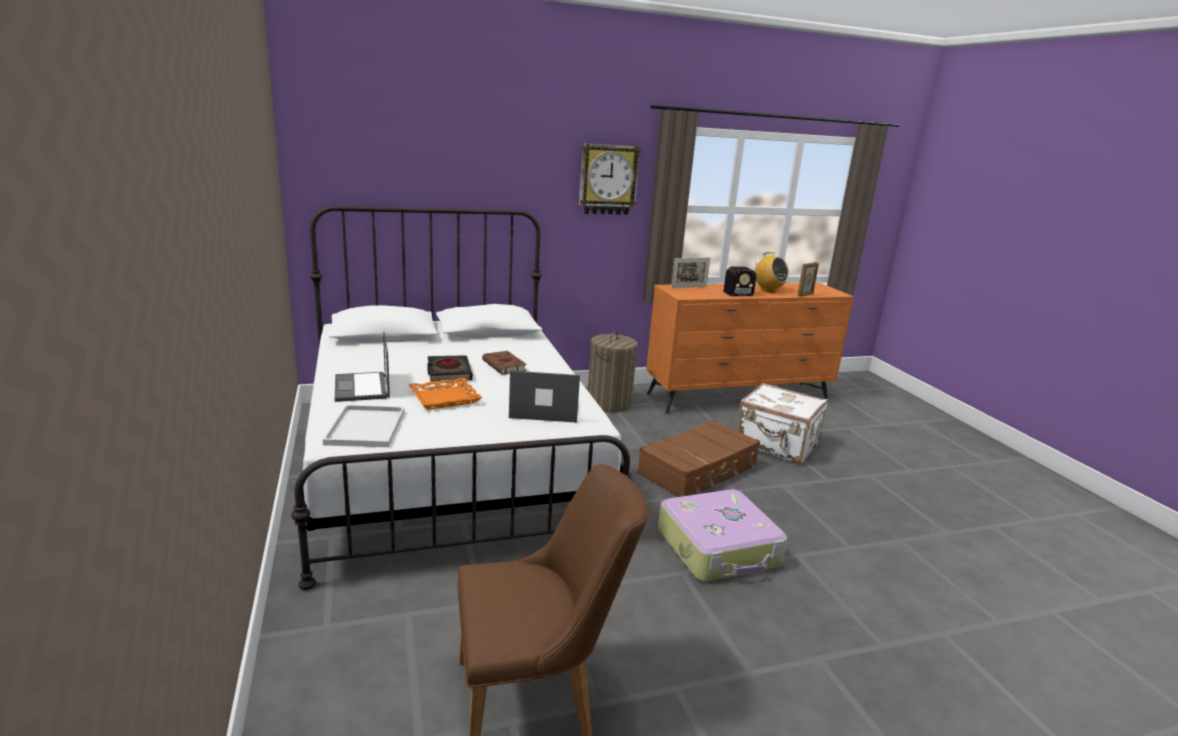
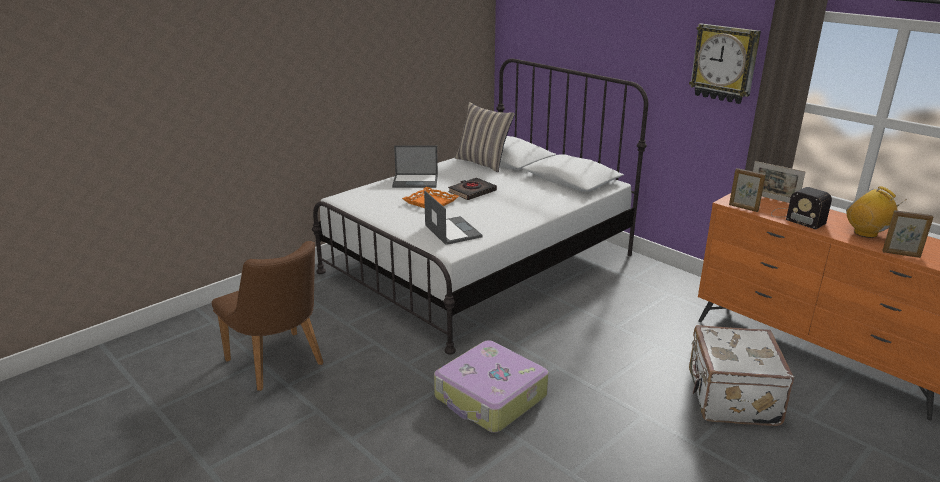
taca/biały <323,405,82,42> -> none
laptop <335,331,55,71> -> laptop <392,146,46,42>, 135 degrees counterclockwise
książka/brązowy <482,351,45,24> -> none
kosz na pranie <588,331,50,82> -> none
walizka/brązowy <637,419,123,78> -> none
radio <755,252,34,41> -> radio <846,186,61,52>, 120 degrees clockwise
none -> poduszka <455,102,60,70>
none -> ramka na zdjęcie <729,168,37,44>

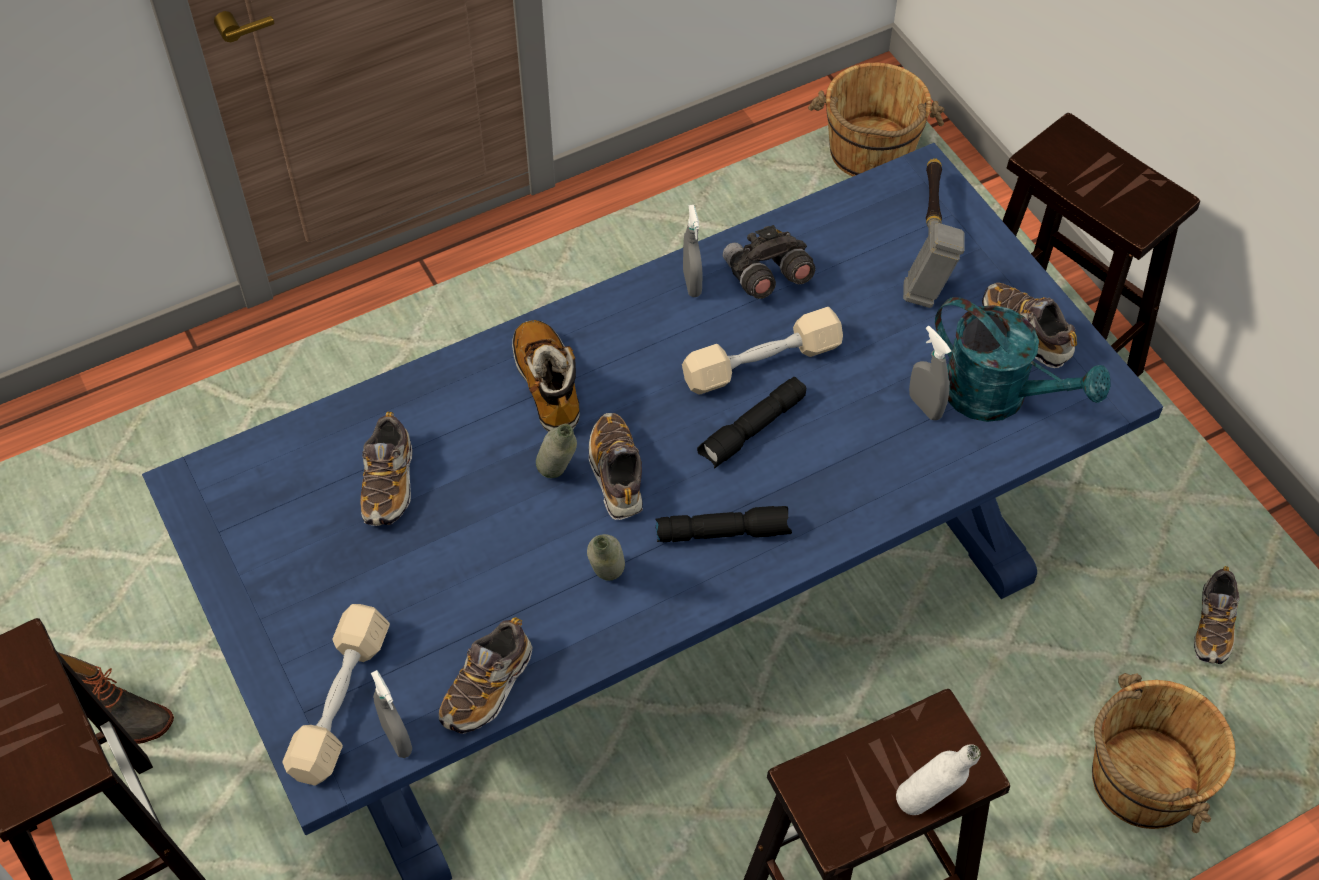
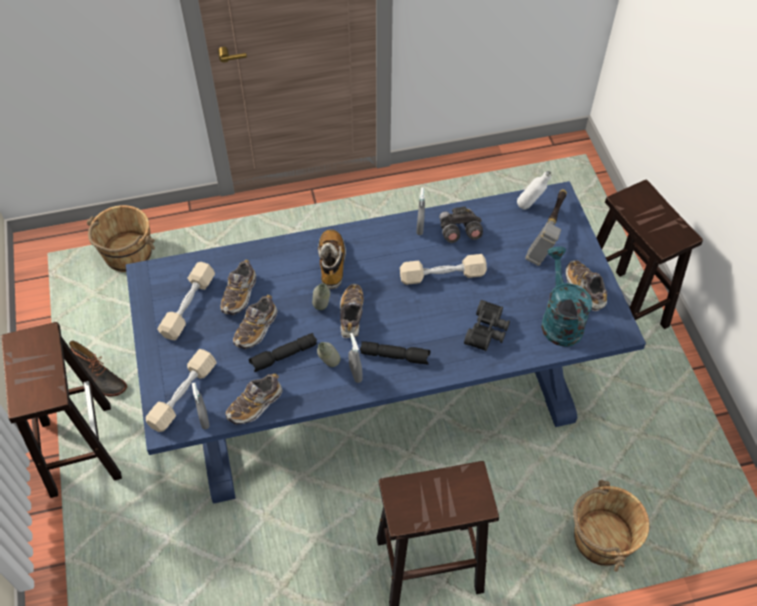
latarka/czarny <697,377,109,92> -> latarka/czarny <249,333,68,39>, relocated
wiadro/brązowy <808,63,136,114> -> wiadro/brązowy <87,205,68,67>, relocated
butelka/biały <896,744,85,71> -> butelka/biały <517,171,35,38>, relocated
spryskiwacz/szary <909,326,42,94> -> spryskiwacz/szary <348,333,14,50>, relocated
konewka/turkusowy <935,297,176,125> -> konewka/turkusowy <541,246,51,101>, 150 degrees counterclockwise
but <1194,566,46,98> -> but <233,295,45,54>, relocated
none -> hantel/beżowy <157,262,58,78>
none -> lornetka/czarny <464,300,46,51>

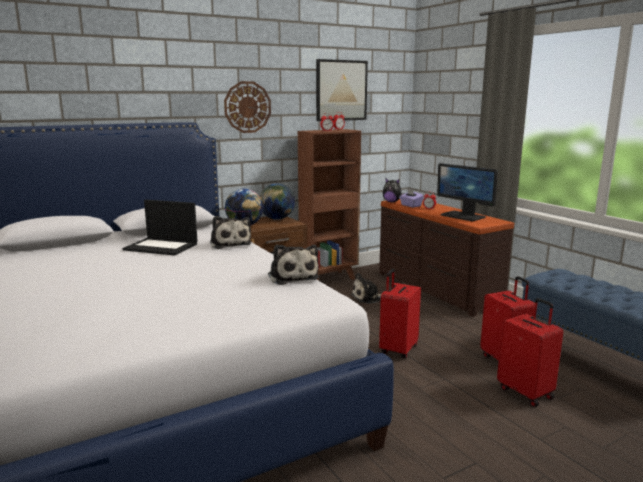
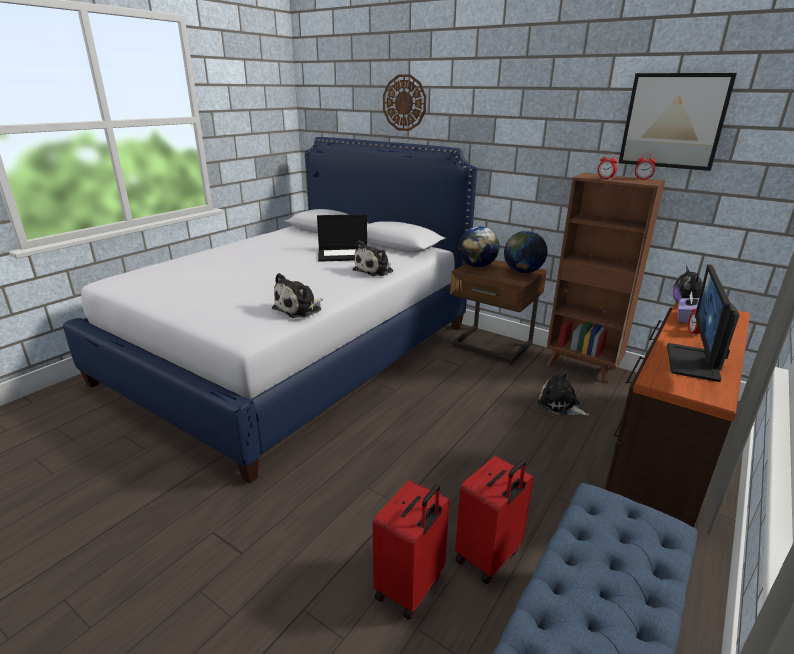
laptop <122,200,76,56> -> laptop <317,214,50,48>, 90 degrees counterclockwise
zegar ścienny <224,81,47,52> -> zegar ścienny <383,74,43,57>, relocated
walizka/czerwony <379,269,42,89> -> none

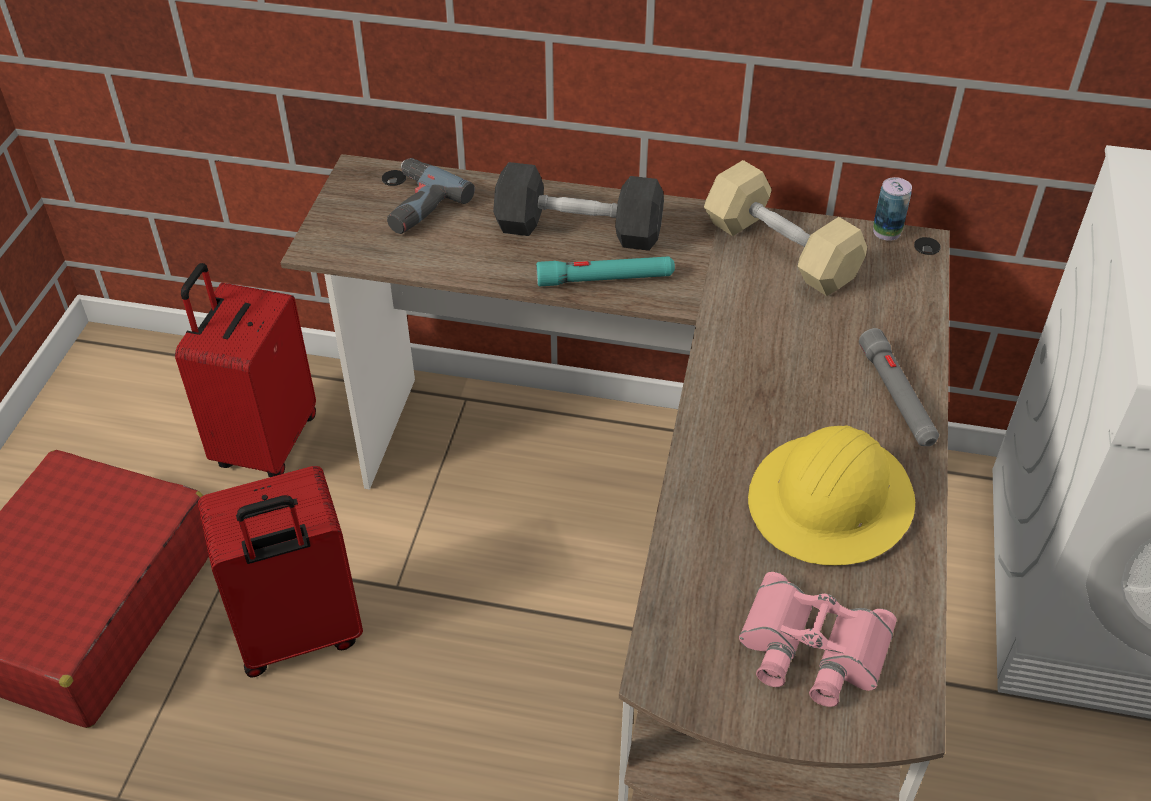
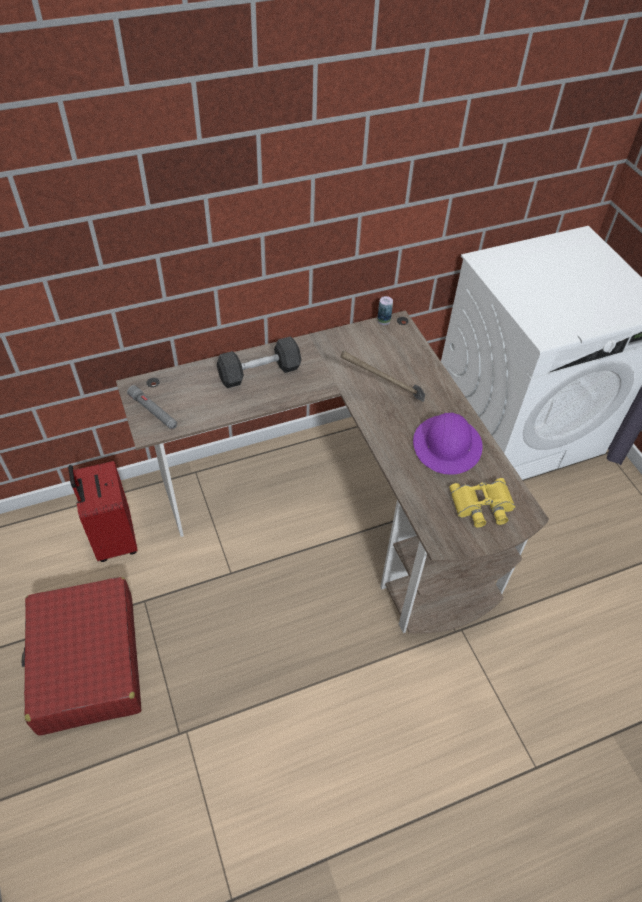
walizka/czerwony <198,466,165,211> -> none
wiertarka <387,158,88,76> -> none
latarka/turkusowy <536,256,139,30> -> none
hantel/beżowy <704,160,163,136> -> none
lornetka/różowy <739,572,158,135> -> lornetka/żółty <449,478,66,49>
kask/żółty <748,426,167,140> -> kask/fioletowy <413,413,69,61>
latarka/szary <859,328,80,118> -> latarka/szary <127,385,50,44>, relocated
none -> młotek <340,351,85,51>

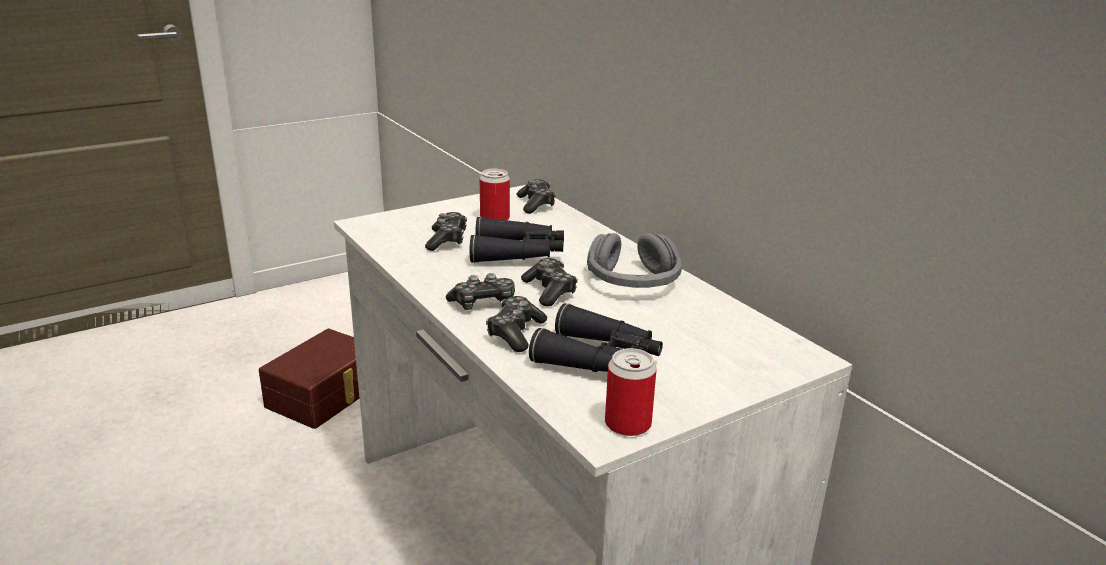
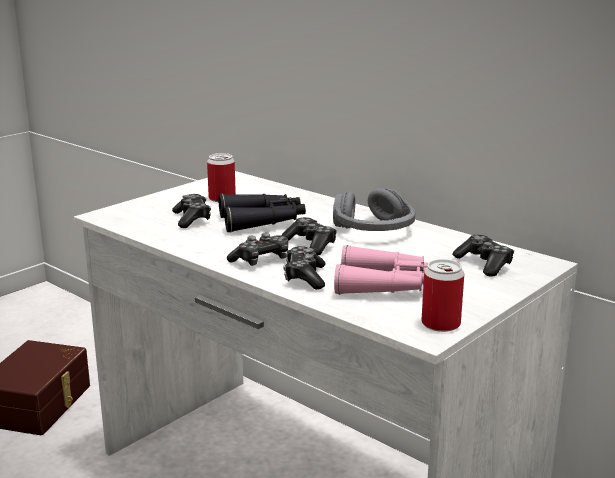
pad do gier <517,179,39,35> -> pad do gier <452,234,62,42>, relocated
lornetka/czarny <529,303,134,69> -> lornetka/różowy <334,245,95,50>

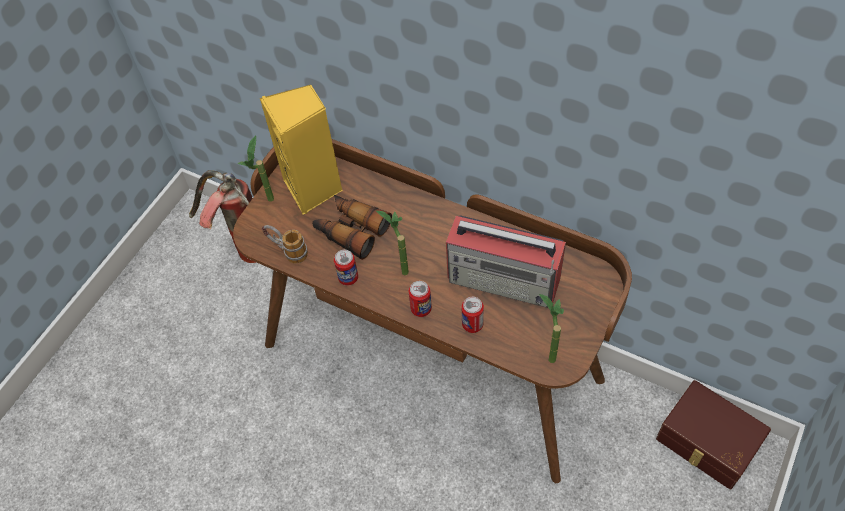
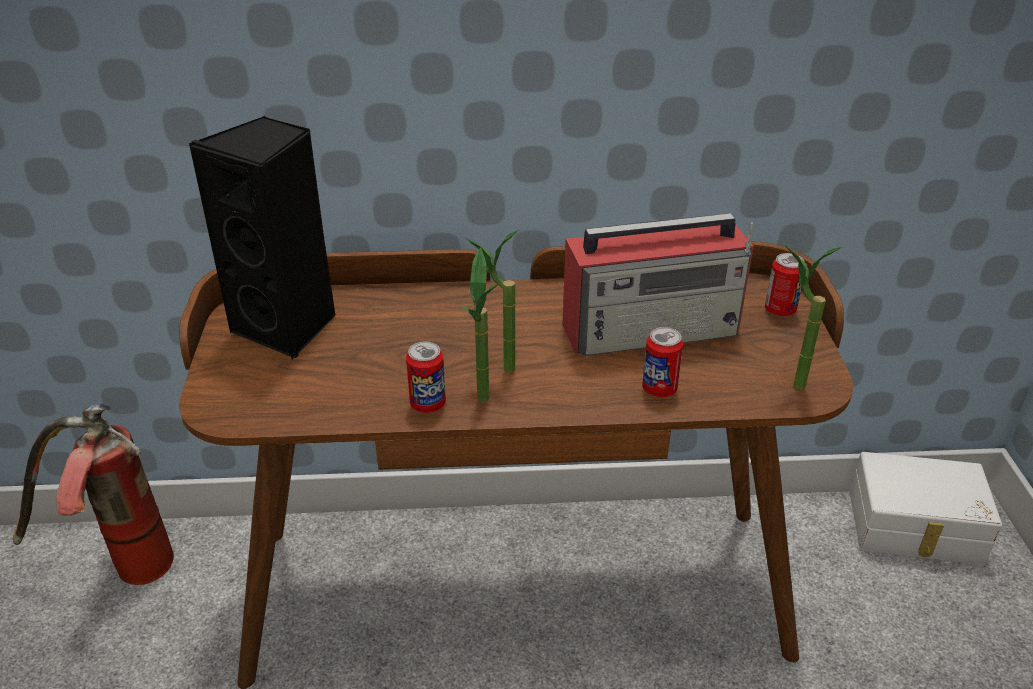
roślina doniczkowa <237,135,37,67> -> roślina doniczkowa <462,247,36,155>, relocated
głośnik/żółty <260,85,82,130> -> głośnik/czarny <188,116,148,243>
kubek <262,225,46,38> -> none
lornetka <312,195,80,65> -> none
puszka <408,281,24,36> -> puszka <765,253,40,64>, relocated
pojemnik do przechowywania/brązowy <656,380,115,109> -> pojemnik do przechowywania/biały <849,452,153,113>

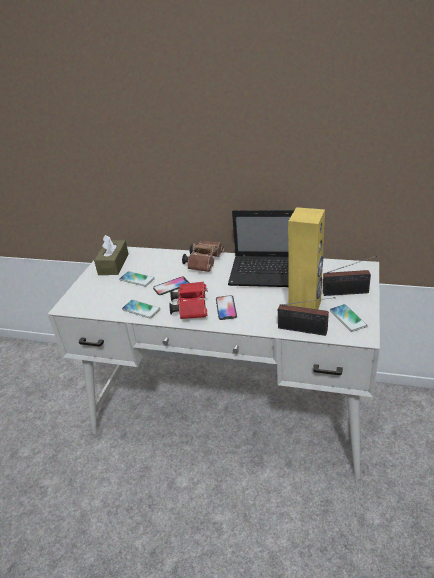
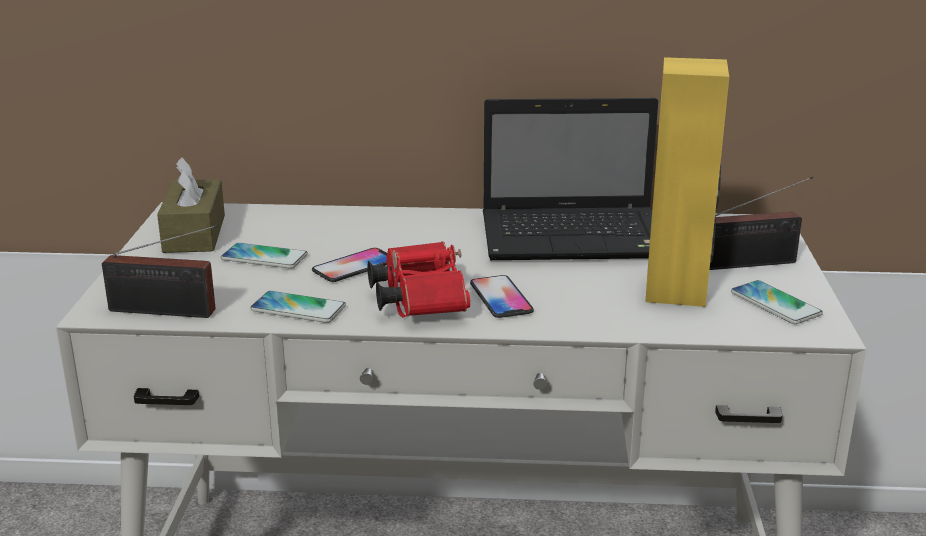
lornetka/brązowy <182,241,42,31> -> none
radio <278,297,58,39> -> radio <102,225,116,93>, relocated

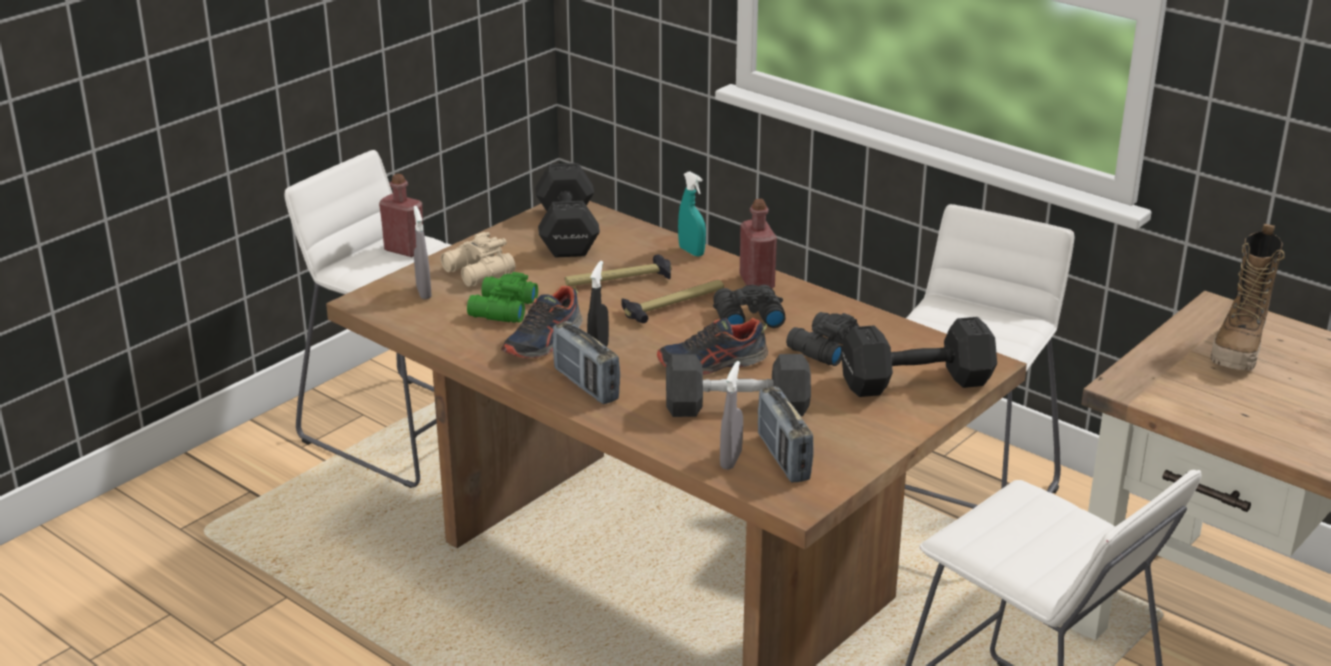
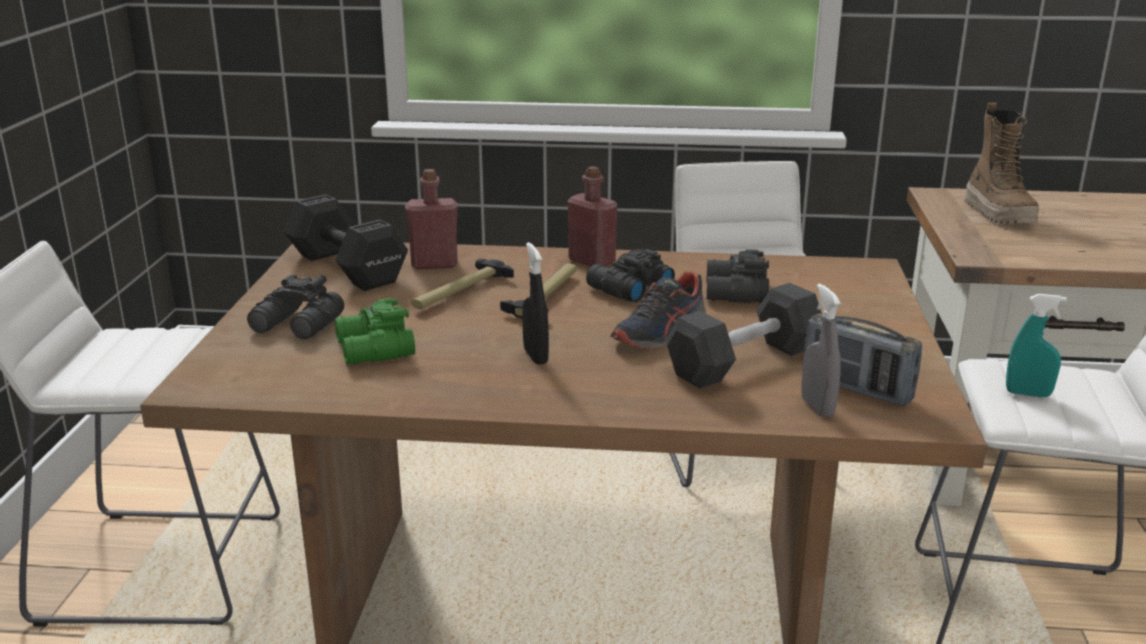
butelka/czerwony <379,174,44,83> -> butelka/czerwony <405,169,53,100>, relocated
spryskiwacz/szary <414,206,18,93> -> none
lornetka/beżowy <441,232,75,55> -> lornetka/czarny <247,274,97,65>
but <501,286,82,72> -> none
radio <553,321,67,83> -> none
spryskiwacz/turkusowy <678,171,28,86> -> spryskiwacz/turkusowy <1006,294,61,103>, relocated
hantel/czarny <841,317,156,80> -> none

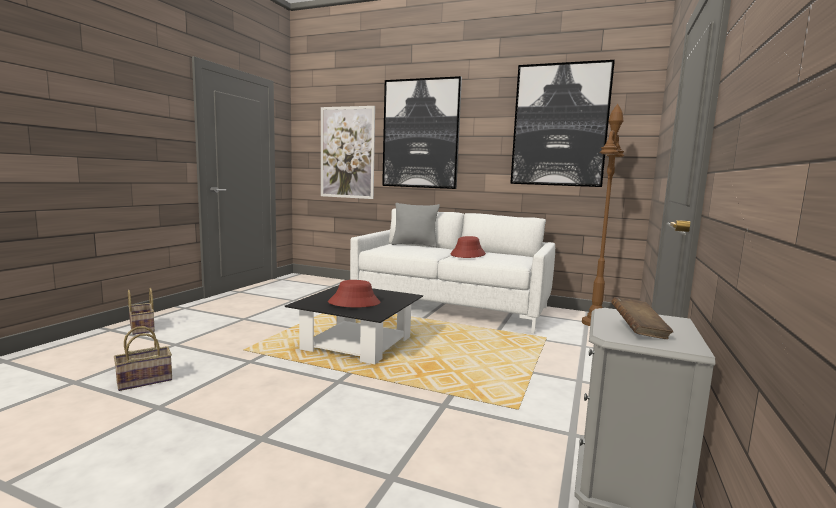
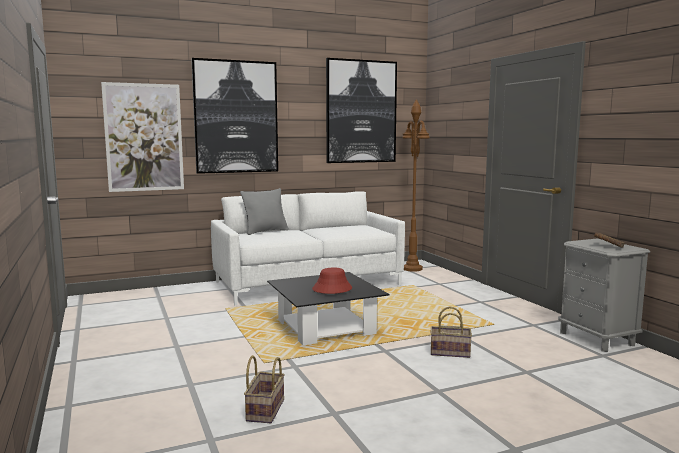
koszyk <128,288,27,47> -> koszyk <431,306,41,52>, relocated
kapelusz/czerwony <451,236,35,22> -> none

